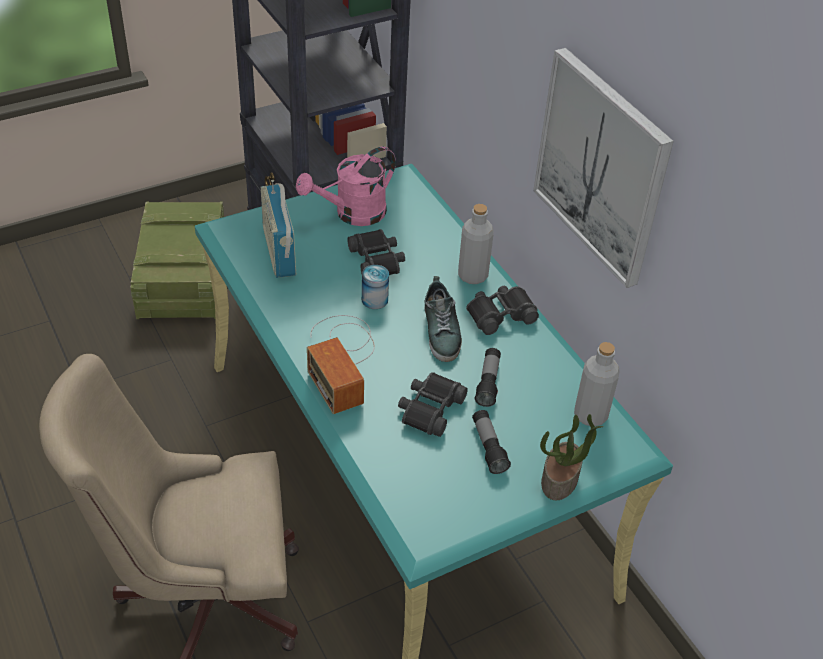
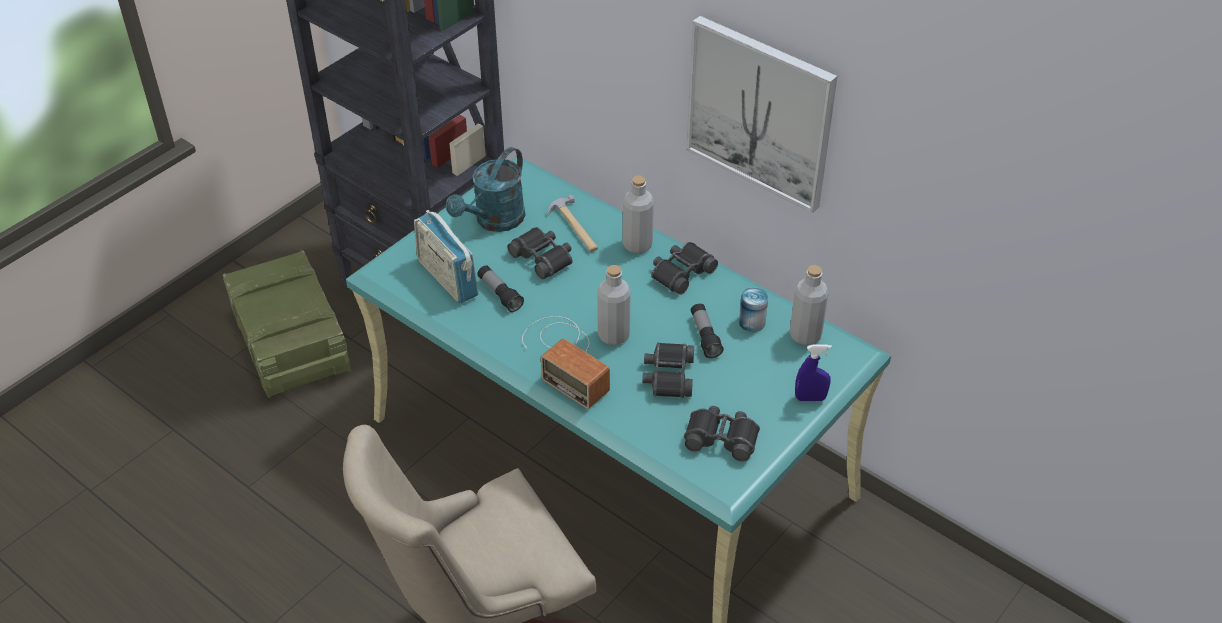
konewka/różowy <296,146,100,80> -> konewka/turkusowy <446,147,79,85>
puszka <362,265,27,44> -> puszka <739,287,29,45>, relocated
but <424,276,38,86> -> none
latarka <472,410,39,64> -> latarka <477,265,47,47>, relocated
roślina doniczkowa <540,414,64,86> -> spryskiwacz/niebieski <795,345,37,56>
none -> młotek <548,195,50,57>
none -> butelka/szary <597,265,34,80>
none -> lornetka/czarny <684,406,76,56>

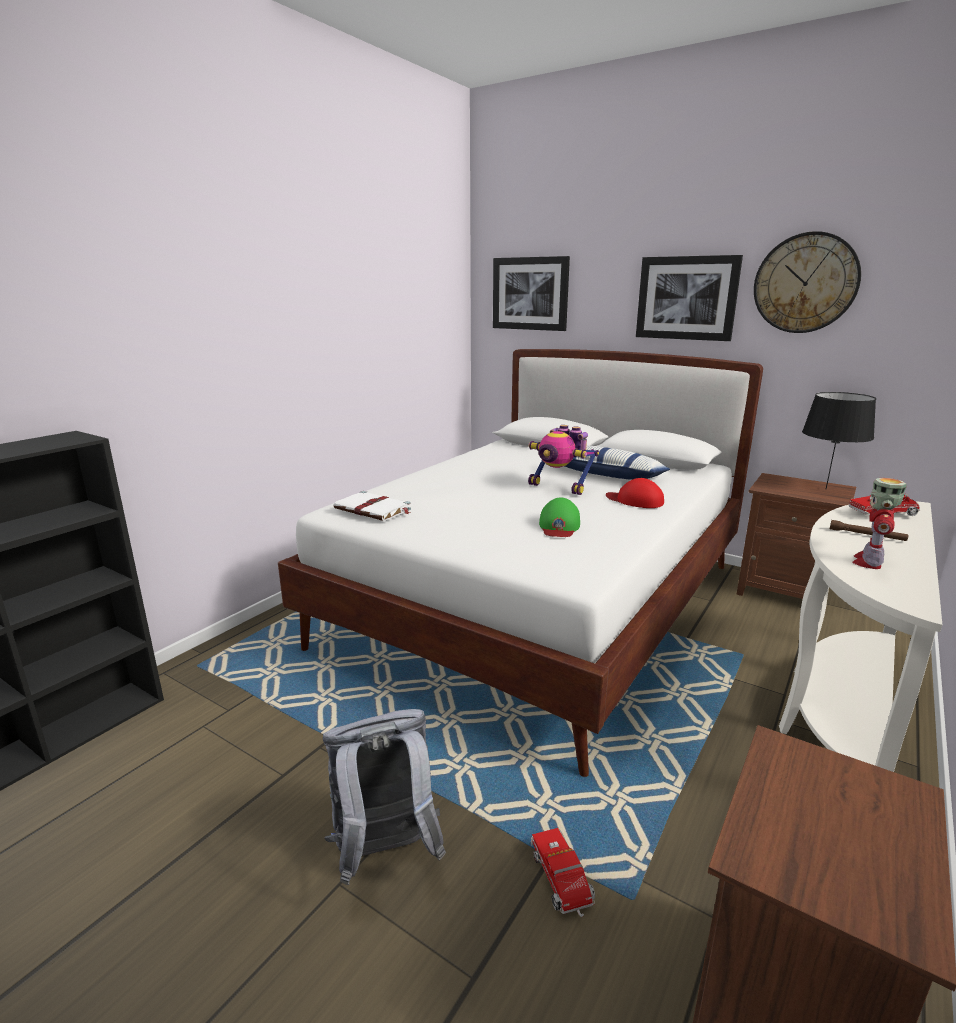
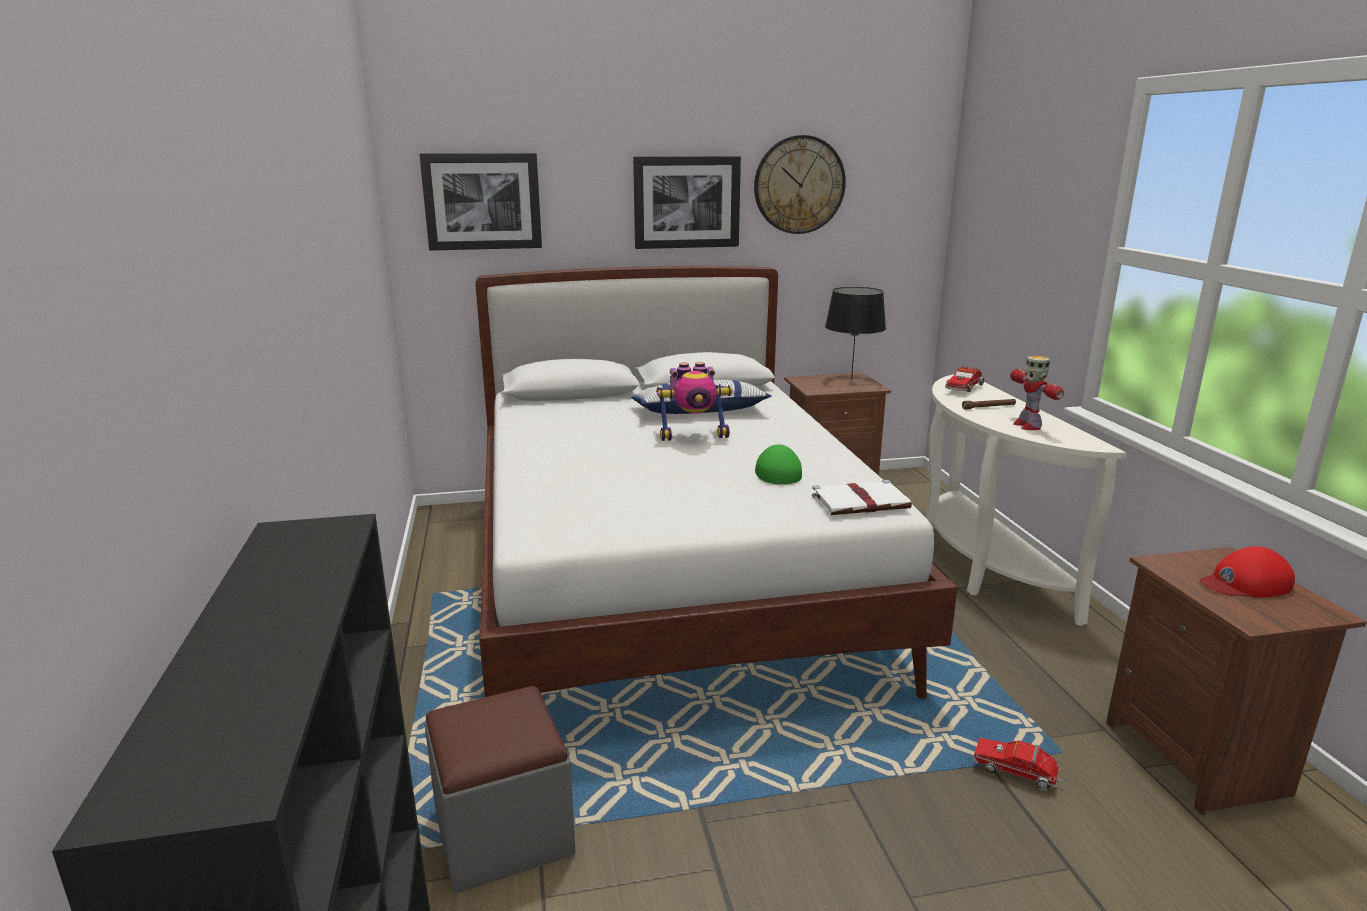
plecak/szary <323,709,123,176> -> none
książka/biały <333,491,78,30> -> książka/biały <812,480,100,35>, relocated
czapka z daszkiem/zielony <539,498,41,39> -> czapka z daszkiem/zielony <755,444,47,40>, 150 degrees counterclockwise
czapka z daszkiem/czerwony <606,478,58,30> -> czapka z daszkiem/czerwony <1200,546,95,51>, relocated
none -> pufa/szary <425,686,151,207>

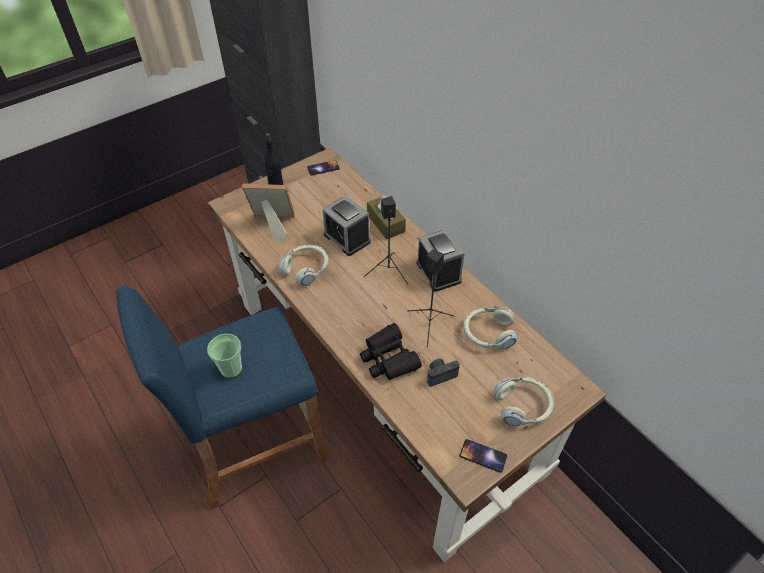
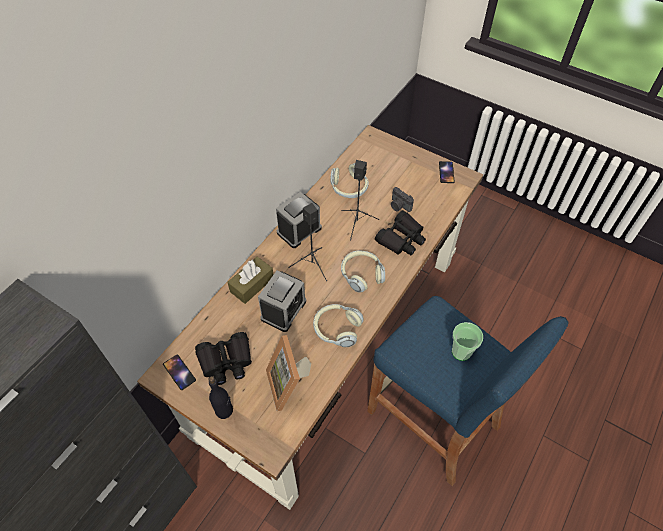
słuchawki <494,377,60,49> -> słuchawki <341,250,44,43>, relocated
none -> lornetka/czarny <195,332,57,53>

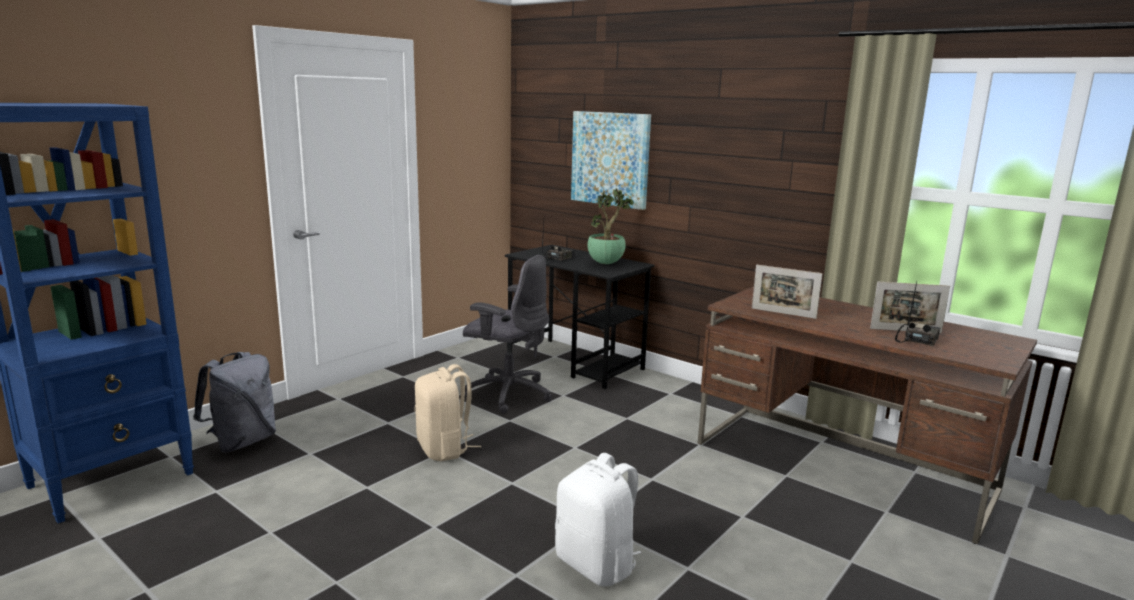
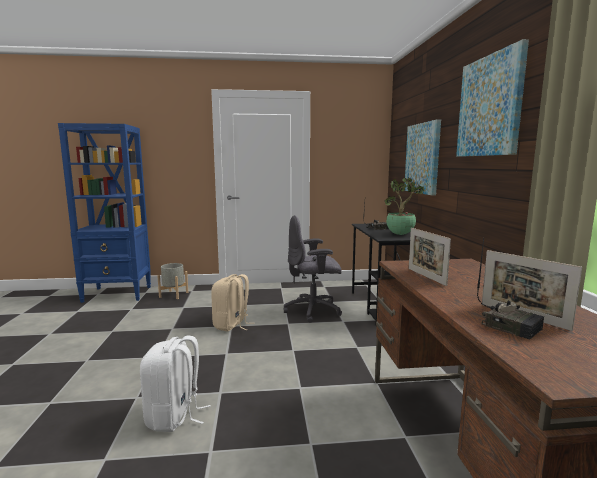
plecak/szary <193,352,83,101> -> donica/szary <157,263,31,36>
krzesło biurowe/szary <463,255,89,158> -> krzesło biurowe/szary <283,215,59,108>, 105 degrees clockwise
radio <895,282,45,64> -> radio <477,238,67,102>, 60 degrees clockwise
none -> obraz <456,39,73,118>

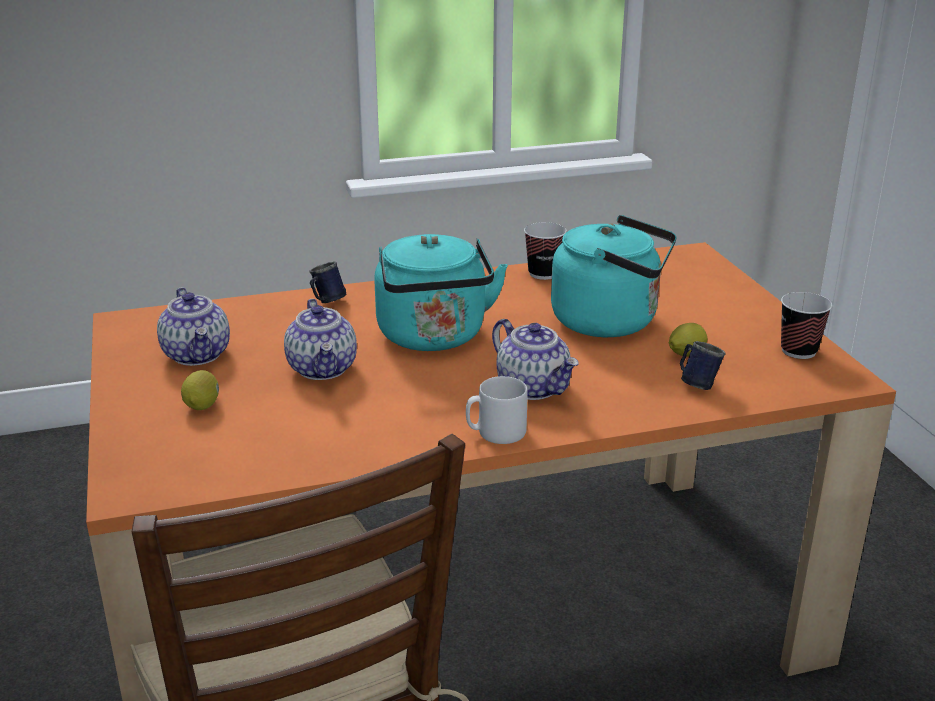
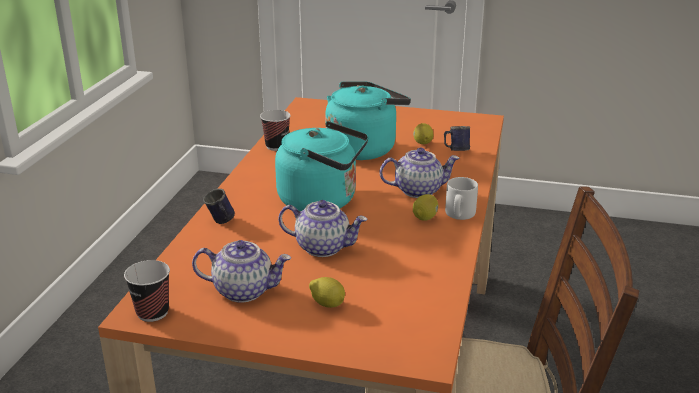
filiżanka <781,292,51,67> -> filiżanka <124,260,46,62>, relocated
none -> cytryna <413,194,25,27>

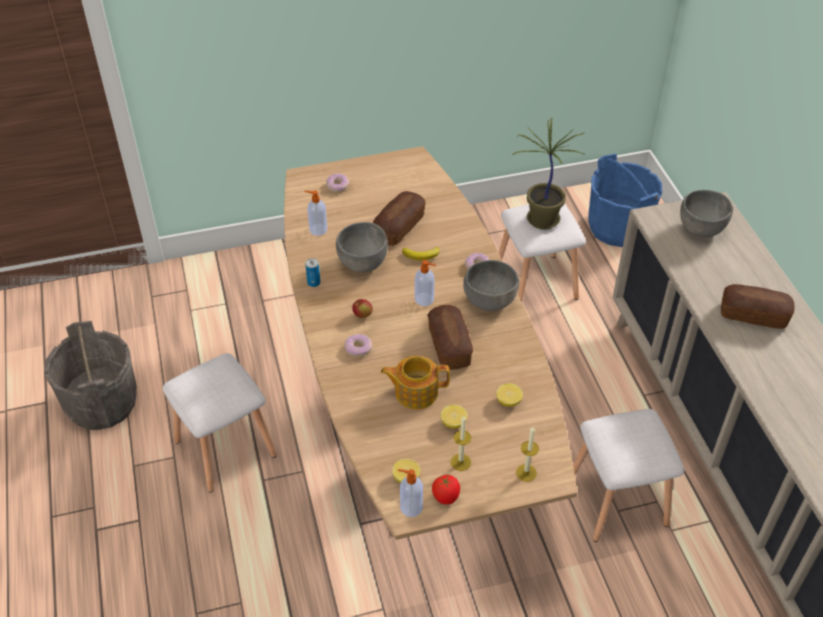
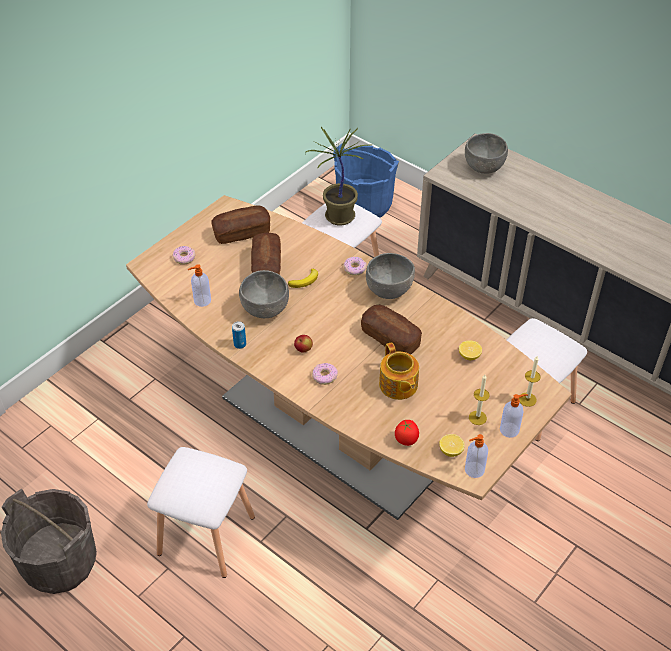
imbryk <380,356,70,53> -> imbryk <379,342,40,58>, 75 degrees counterclockwise
dozownik mydła <415,260,21,46> -> dozownik mydła <500,394,28,44>, relocated
pomidor <432,475,28,30> -> pomidor <395,420,24,26>, relocated
cytryna <441,404,27,24> -> none
chleb <721,284,74,45> -> chleb <212,206,58,38>, relocated

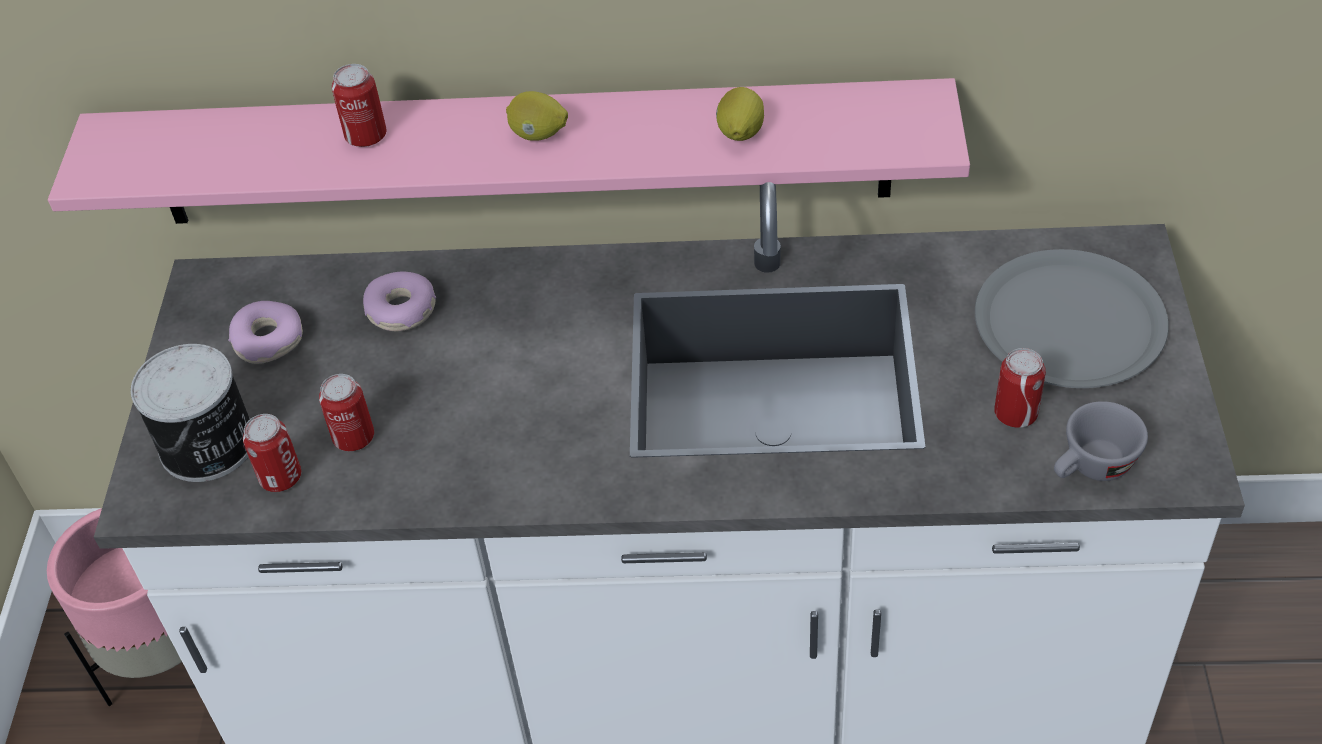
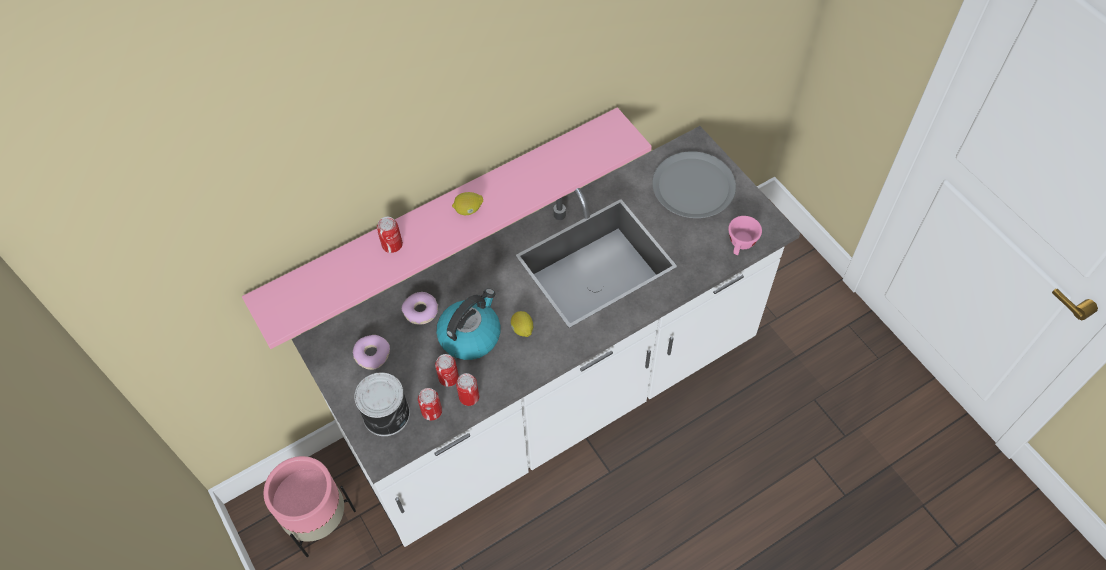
cytryna <716,87,48,54> -> cytryna <511,311,22,26>, relocated
puszka <994,348,52,80> -> puszka <456,373,23,33>, relocated
filiżanka/szary <1054,401,94,80> -> filiżanka/różowy <728,216,34,39>
none -> czajnik <436,289,64,71>

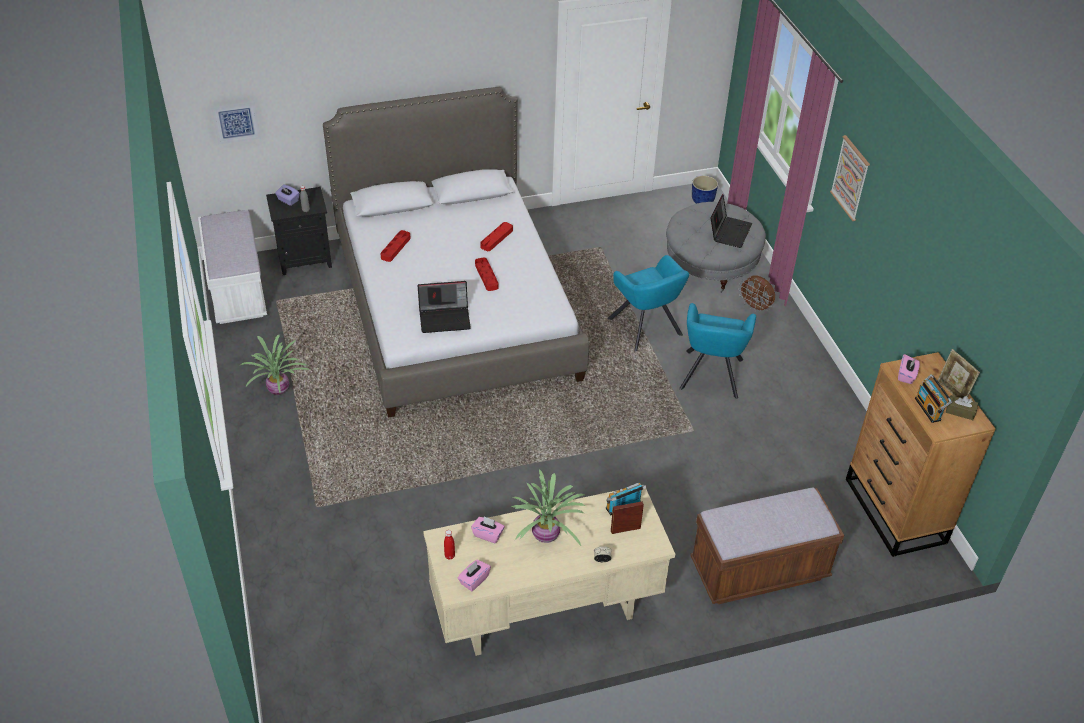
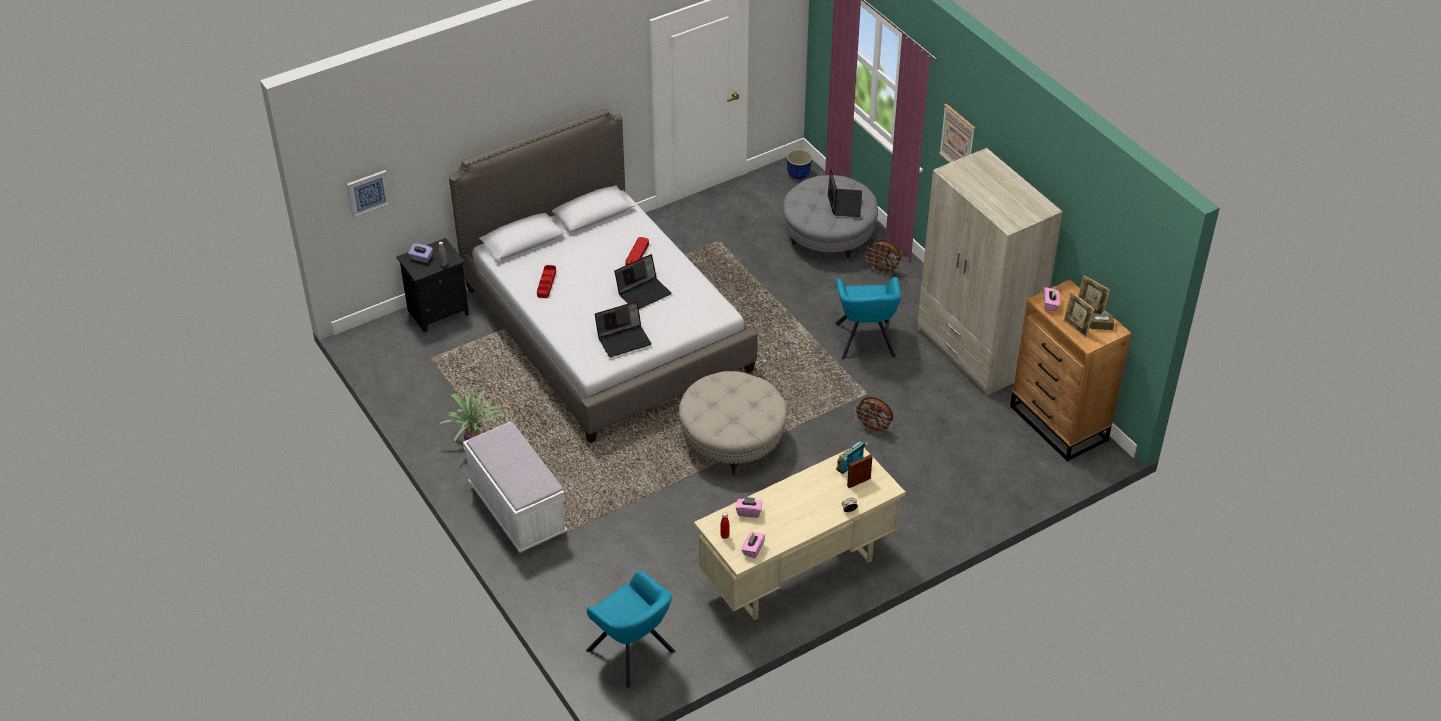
ławka/biały <198,210,69,114> -> ławka/biały <463,421,105,132>, relocated
taca/czerwony <475,257,24,34> -> laptop <614,254,57,55>
roślina doniczkowa <511,469,74,77> -> none
fotel/turkusowy <608,255,81,96> -> fotel/turkusowy <586,571,89,117>, relocated
ławka/brązowy <690,488,154,116> -> none
radio <915,374,37,49> -> ramka na zdjęcie <1063,292,32,46>
none -> pufa/beżowy <679,371,108,105>
none -> wentylator/brązowy <853,397,40,36>
none -> szafa/beżowy <917,148,146,248>

